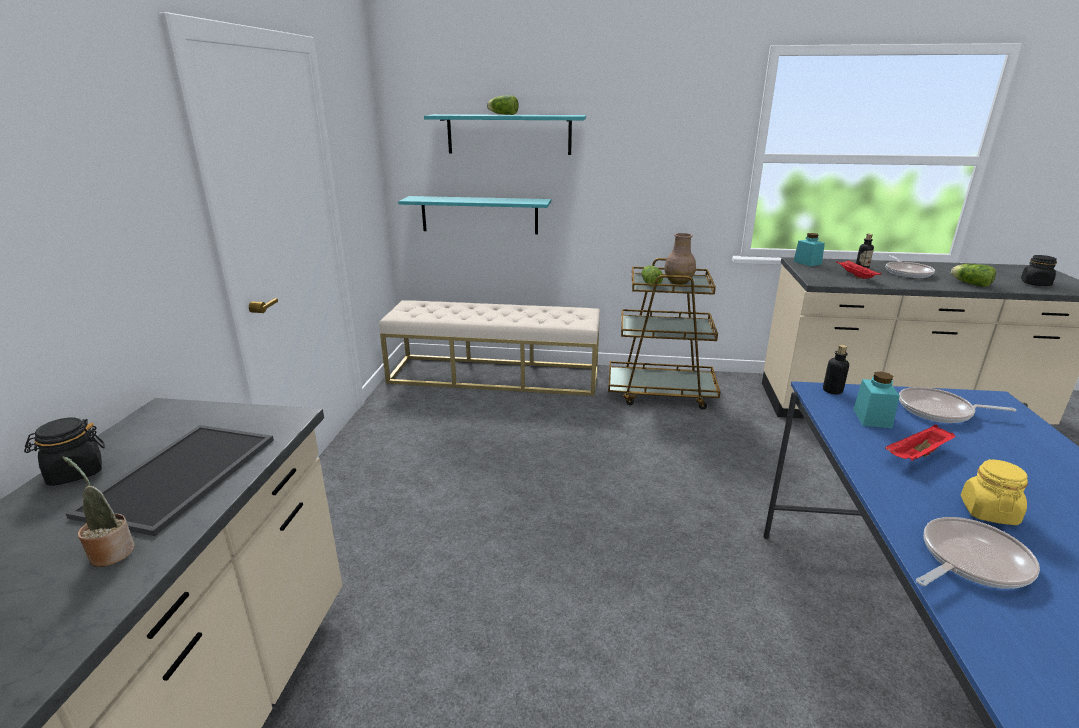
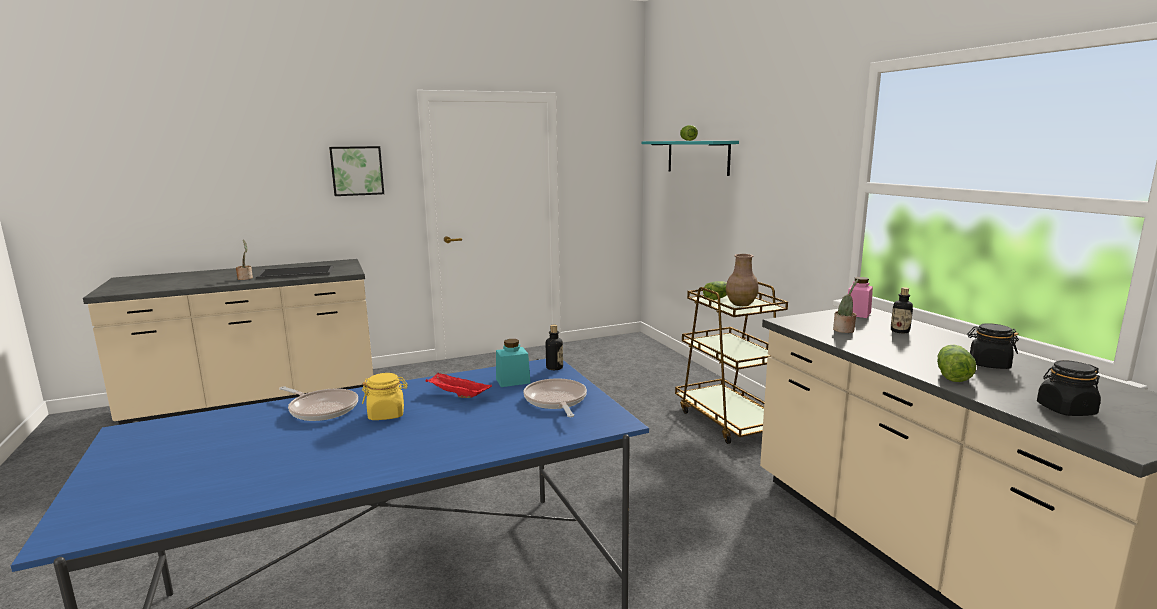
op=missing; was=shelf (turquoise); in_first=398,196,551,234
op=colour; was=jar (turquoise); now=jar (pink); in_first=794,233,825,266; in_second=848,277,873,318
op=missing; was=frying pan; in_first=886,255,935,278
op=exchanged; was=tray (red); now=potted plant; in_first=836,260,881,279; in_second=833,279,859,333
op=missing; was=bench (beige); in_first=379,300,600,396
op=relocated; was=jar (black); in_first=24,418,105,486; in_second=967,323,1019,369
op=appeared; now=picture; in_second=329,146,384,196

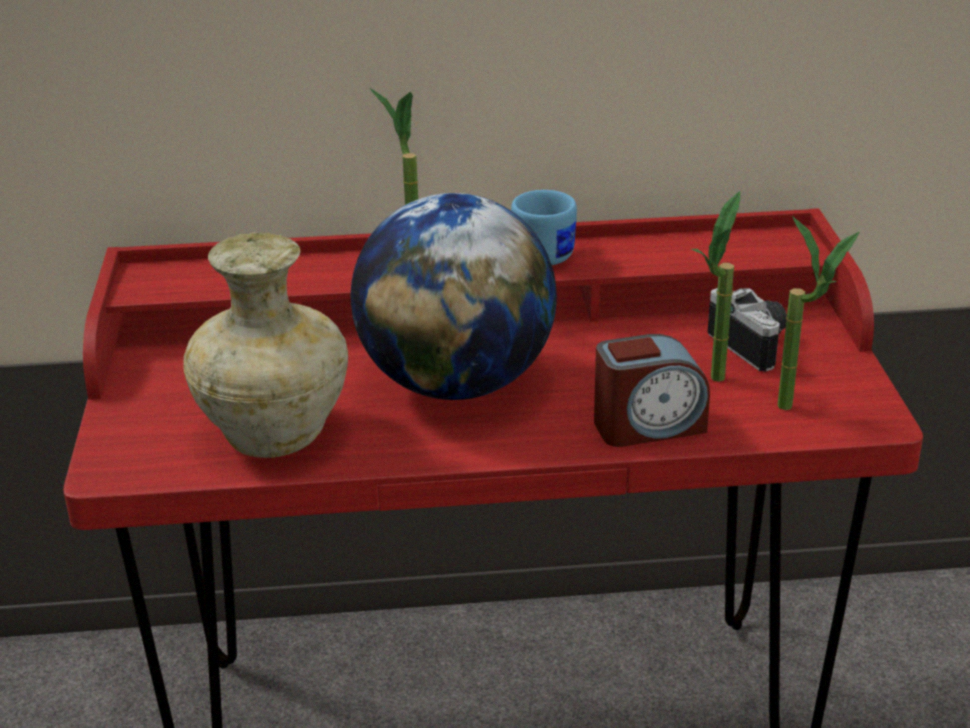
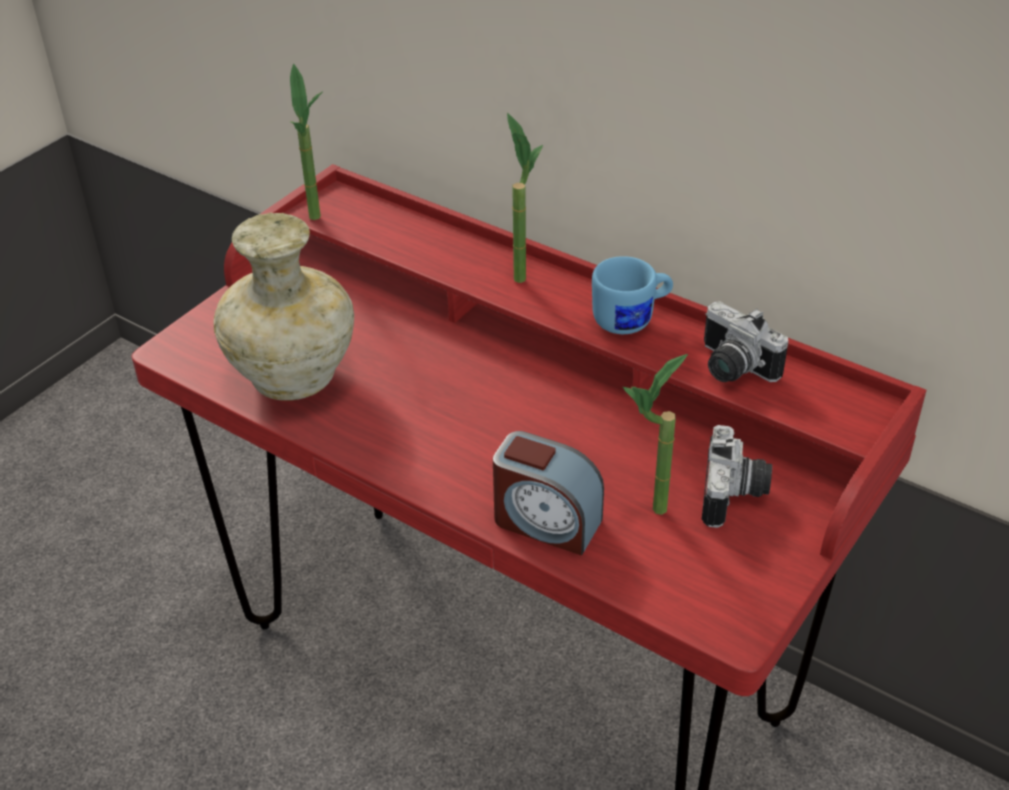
op=missing; was=globe; in_first=351,193,557,400
op=relocated; was=potted plant; in_first=777,216,859,410; in_second=290,64,323,220
op=appeared; now=photo camera; in_second=704,302,788,382

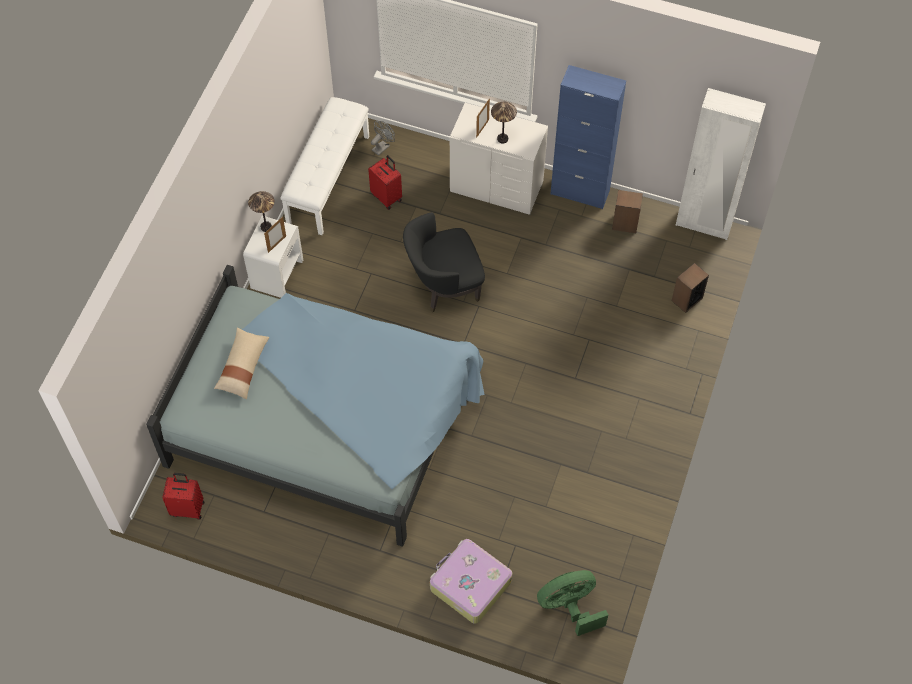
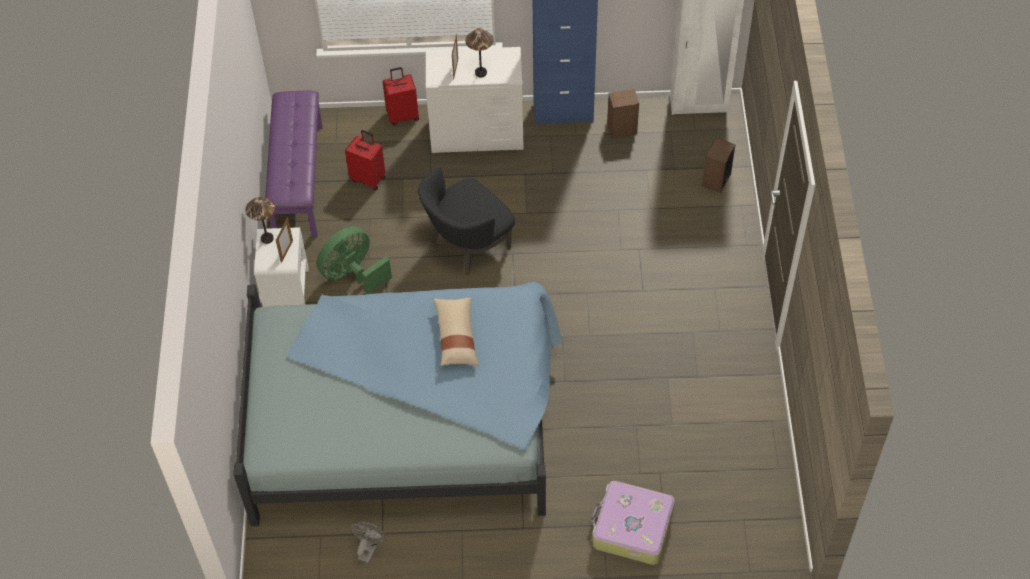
op=colour; was=bench (white); now=bench (purple); in_first=280,97,369,235; in_second=265,91,323,238
op=relocated; was=fan (grey); in_first=371,121,395,156; in_second=351,521,386,563
op=relocated; was=pillow (beige); in_first=214,328,269,399; in_second=434,298,479,366
op=relocated; was=suitcase (red); in_first=162,473,204,520; in_second=383,67,419,125
op=relocated; was=fan (green); in_first=537,570,608,636; in_second=317,226,392,294

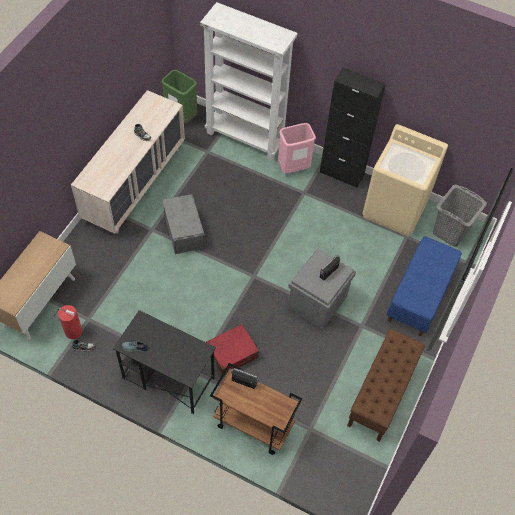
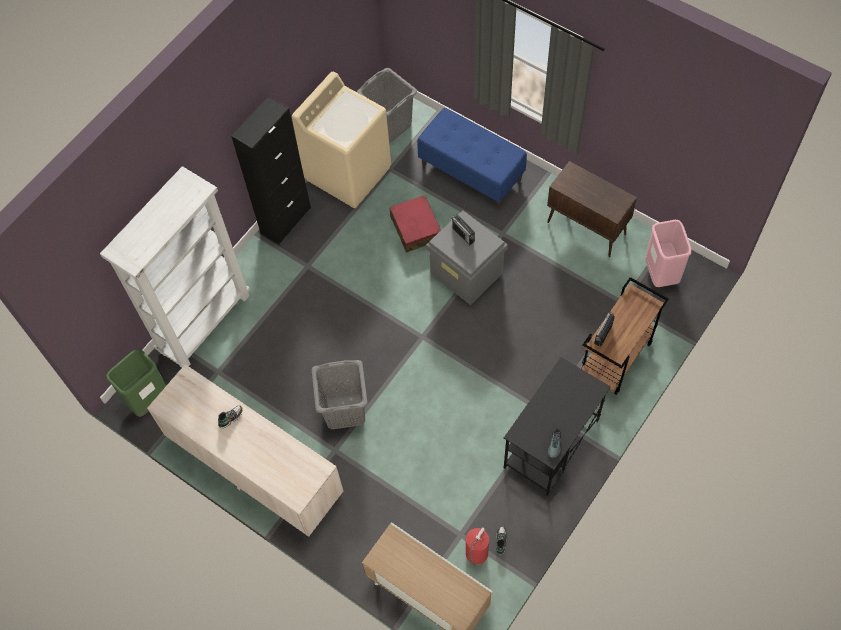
op=relocated; was=trash can (pink); in_first=278,123,316,173; in_second=645,220,692,287
op=exchanged; was=storage box (grey); now=laundry basket (grey); in_first=162,194,205,254; in_second=312,360,367,429
op=relocated; was=suitcase (red); in_first=206,324,259,375; in_second=389,195,441,253
op=exchanged; was=bench (brown); now=cabinet (brown); in_first=347,329,425,442; in_second=547,161,637,257

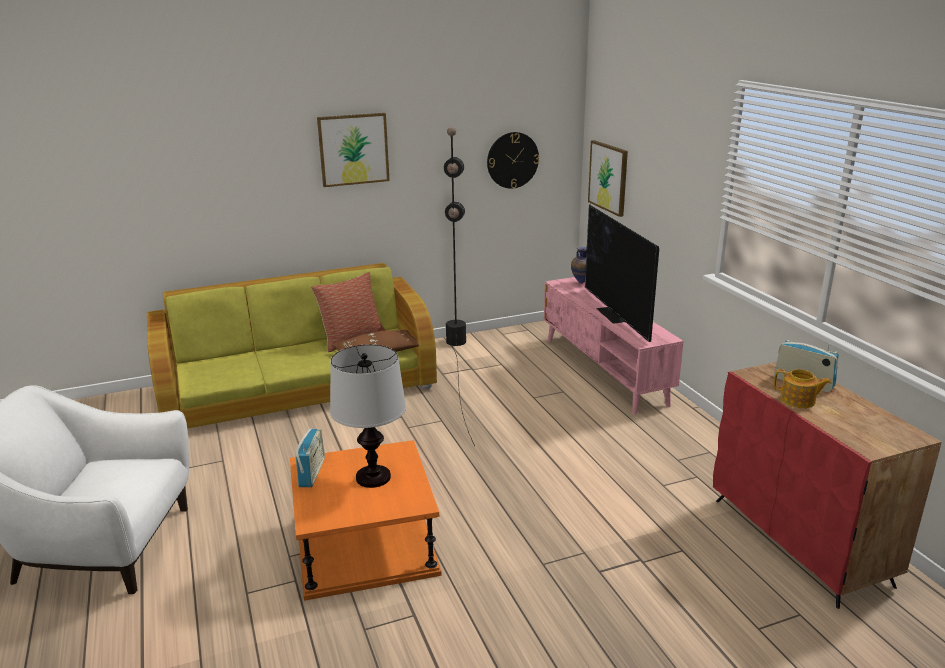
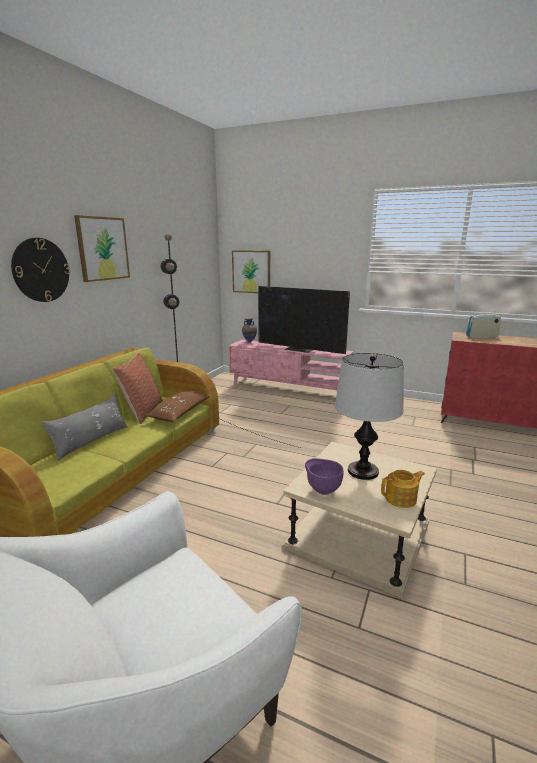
op=relocated; was=wall clock; in_first=487,132,539,189; in_second=11,238,70,302
op=relocated; was=teapot; in_first=774,369,831,408; in_second=381,470,425,508
op=exchanged; was=radio; now=bowl (purple); in_first=295,428,325,488; in_second=305,458,344,495
op=colour; was=side table (orange); now=side table (beige); in_first=290,440,442,601; in_second=283,442,437,598
op=appeared; now=pillow (grey); in_second=42,395,127,461

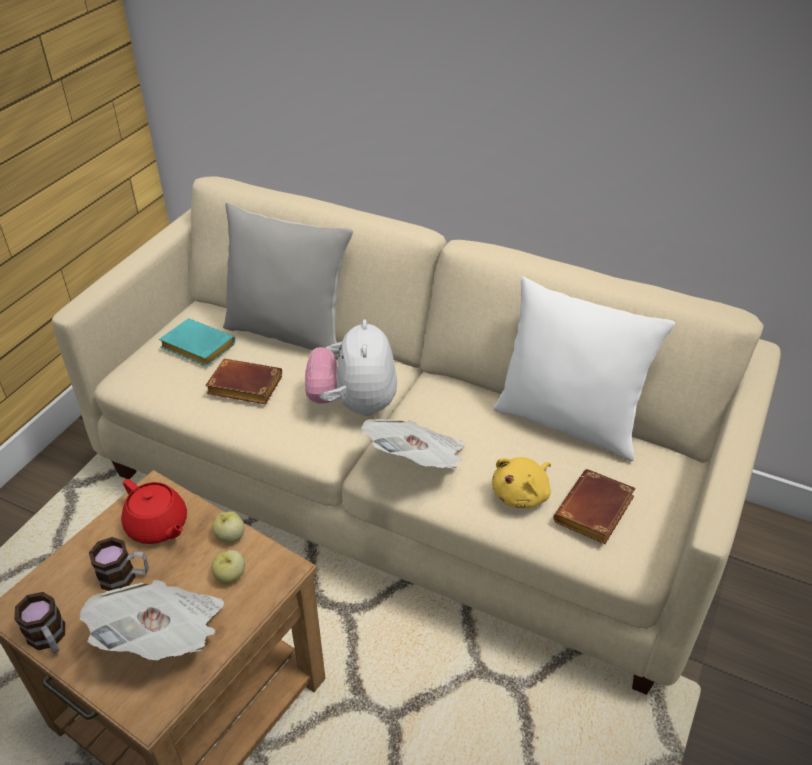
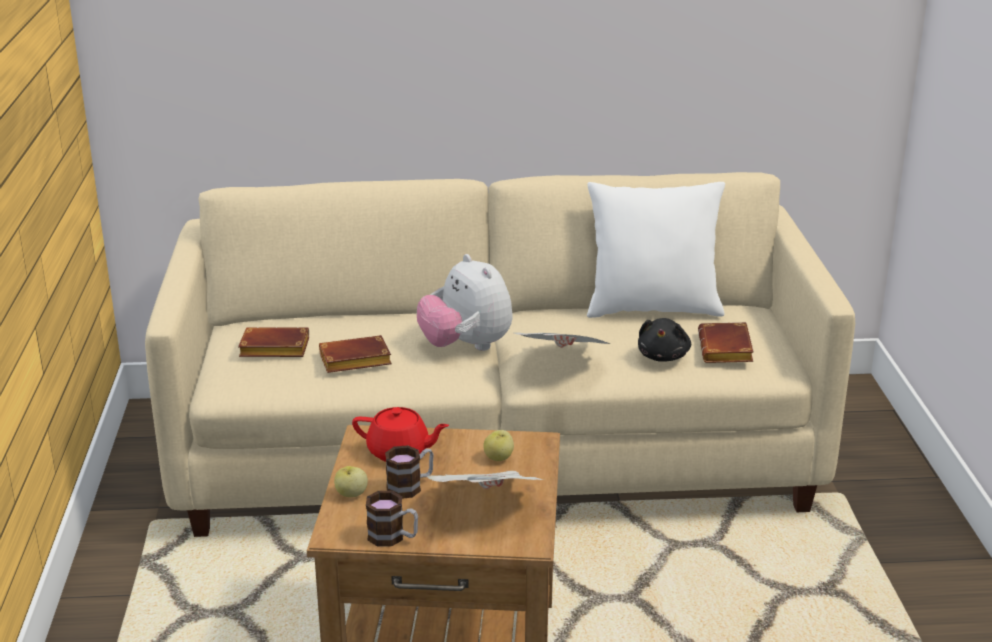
op=missing; was=pillow (grey); in_first=223,203,353,360
op=colour; was=book (turquoise); now=book (brown); in_first=159,318,235,367; in_second=238,327,309,357
op=colour; was=plush toy (yellow); now=plush toy (black); in_first=492,457,551,508; in_second=638,318,691,362
op=relocated; was=apple; in_first=212,511,245,543; in_second=334,466,368,497

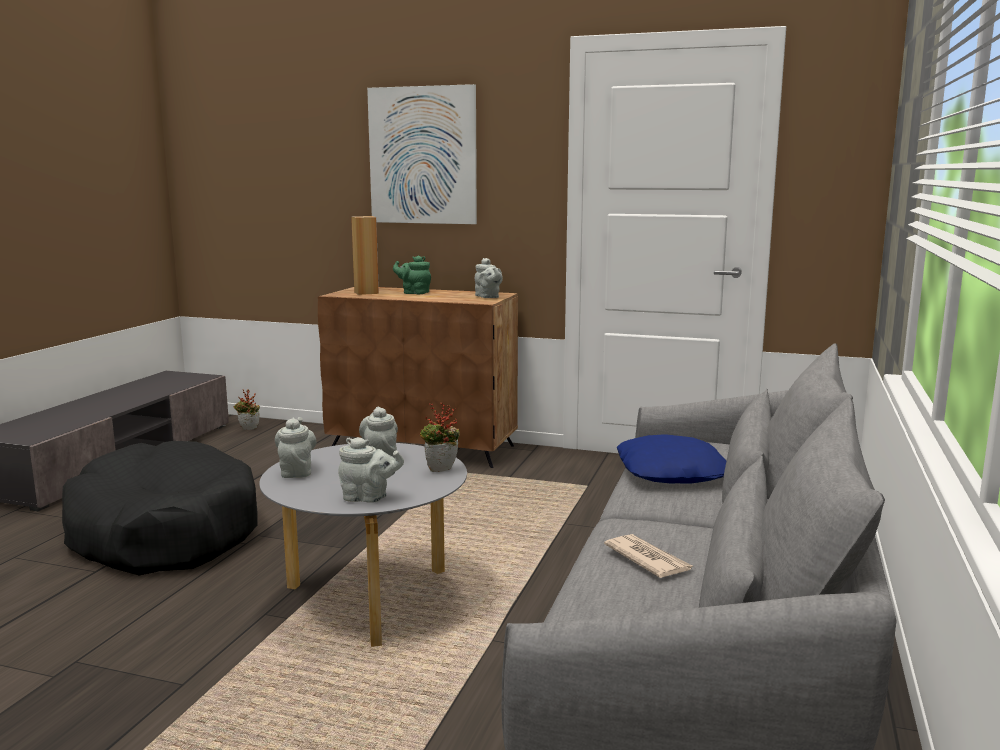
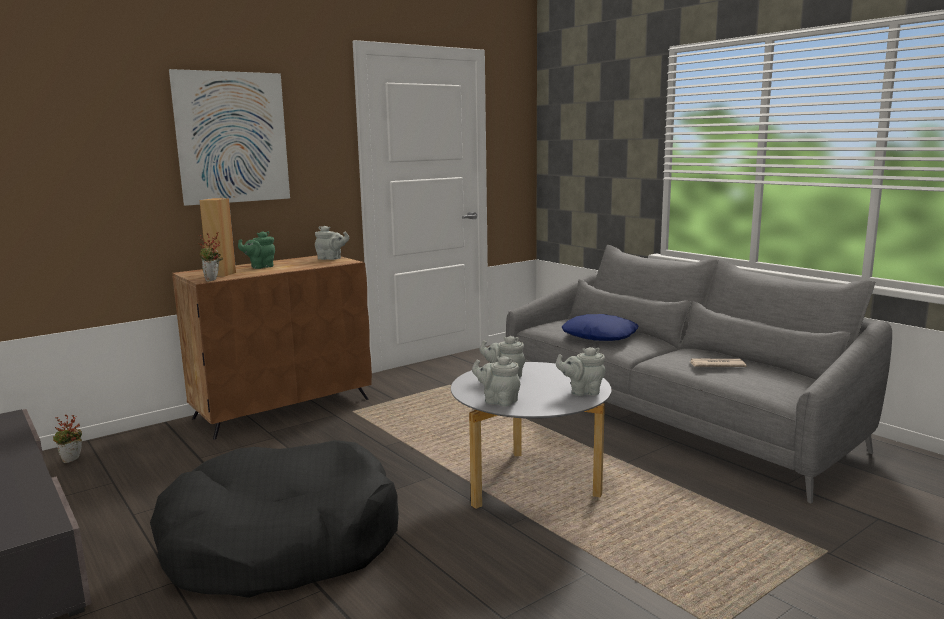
op=relocated; was=potted plant; in_first=420,402,460,472; in_second=198,232,223,281
op=spun; was=teapot (grey); in_first=338,437,404,503; in_second=556,347,606,396; clockwise=-135

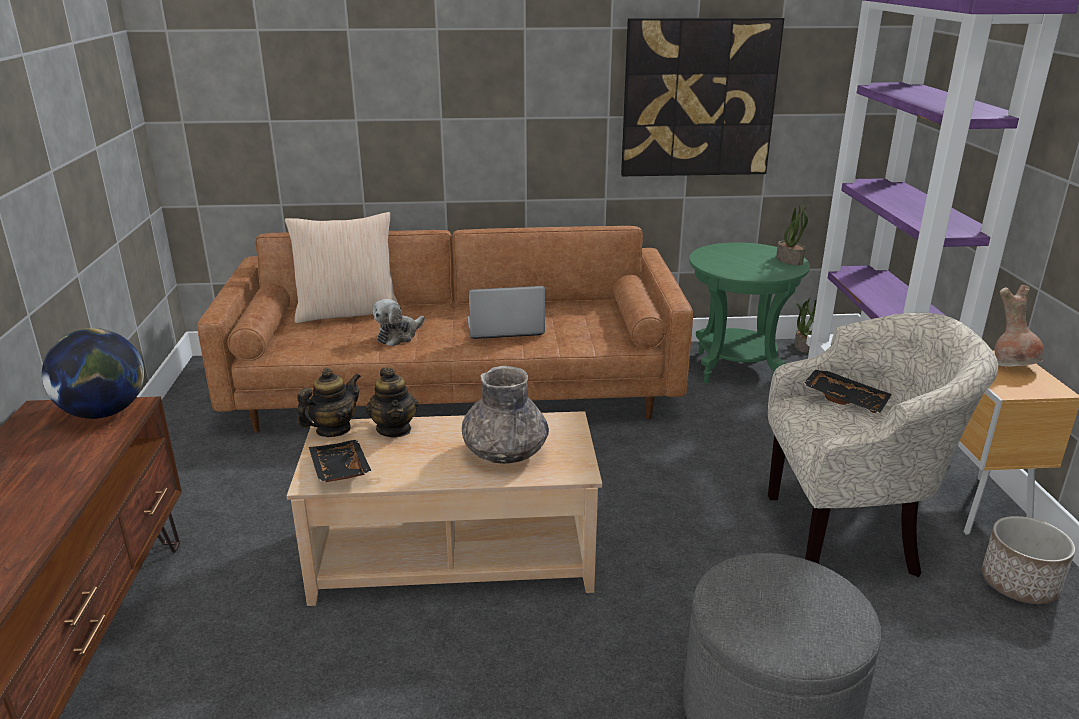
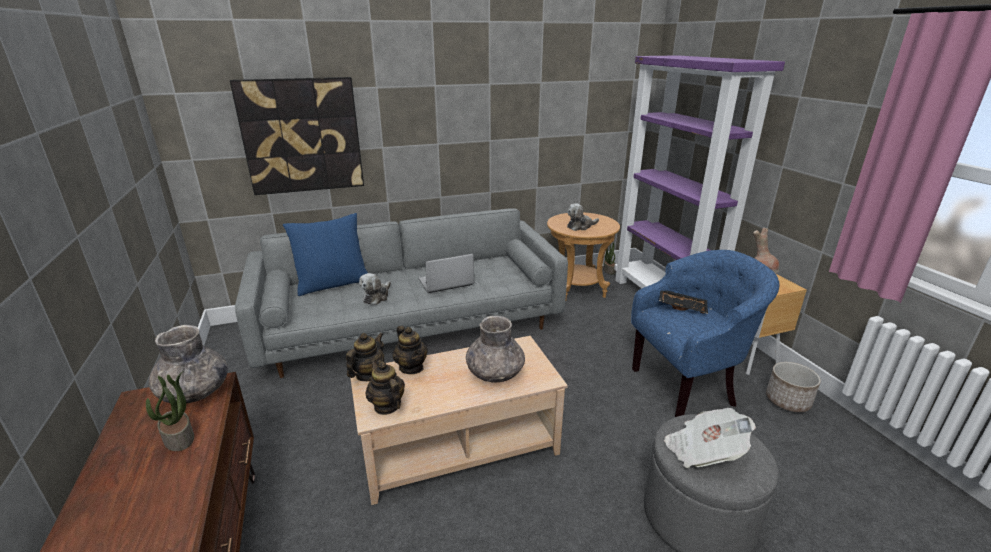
op=relocated; was=picture; in_first=621,17,784,176; in_second=230,77,364,195
op=relocated; was=potted plant; in_first=776,203,808,266; in_second=146,371,194,451
op=colour; was=pillow (beige); now=pillow (blue); in_first=285,212,398,323; in_second=283,213,368,296
op=colour; was=sofa (brown); now=sofa (grey); in_first=197,226,693,433; in_second=235,208,568,378
op=colour; was=side table (green); now=side table (brown); in_first=689,242,810,384; in_second=547,212,620,300
op=colour; was=armchair (beige); now=armchair (blue); in_first=768,313,998,577; in_second=631,250,780,417
op=exchanged; was=globe; now=vase (grey); in_first=42,328,144,419; in_second=149,325,228,404
op=exchanged; was=tray (black); now=teapot; in_first=309,440,372,482; in_second=366,360,405,415
op=appeared; now=plush toy; in_second=567,203,599,231
op=appeared; now=newspaper; in_second=664,408,756,468

